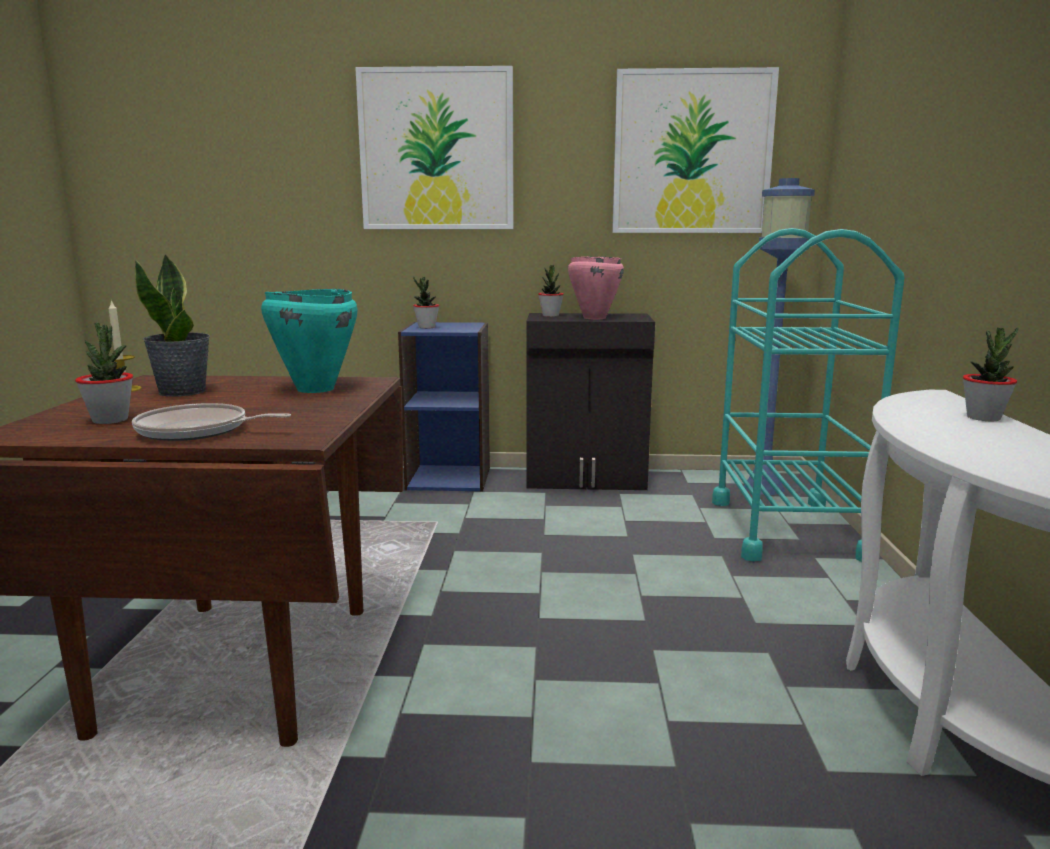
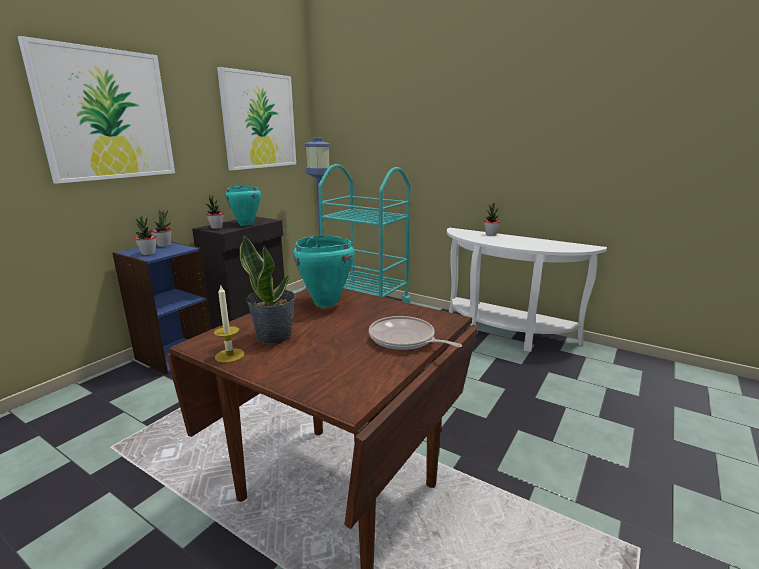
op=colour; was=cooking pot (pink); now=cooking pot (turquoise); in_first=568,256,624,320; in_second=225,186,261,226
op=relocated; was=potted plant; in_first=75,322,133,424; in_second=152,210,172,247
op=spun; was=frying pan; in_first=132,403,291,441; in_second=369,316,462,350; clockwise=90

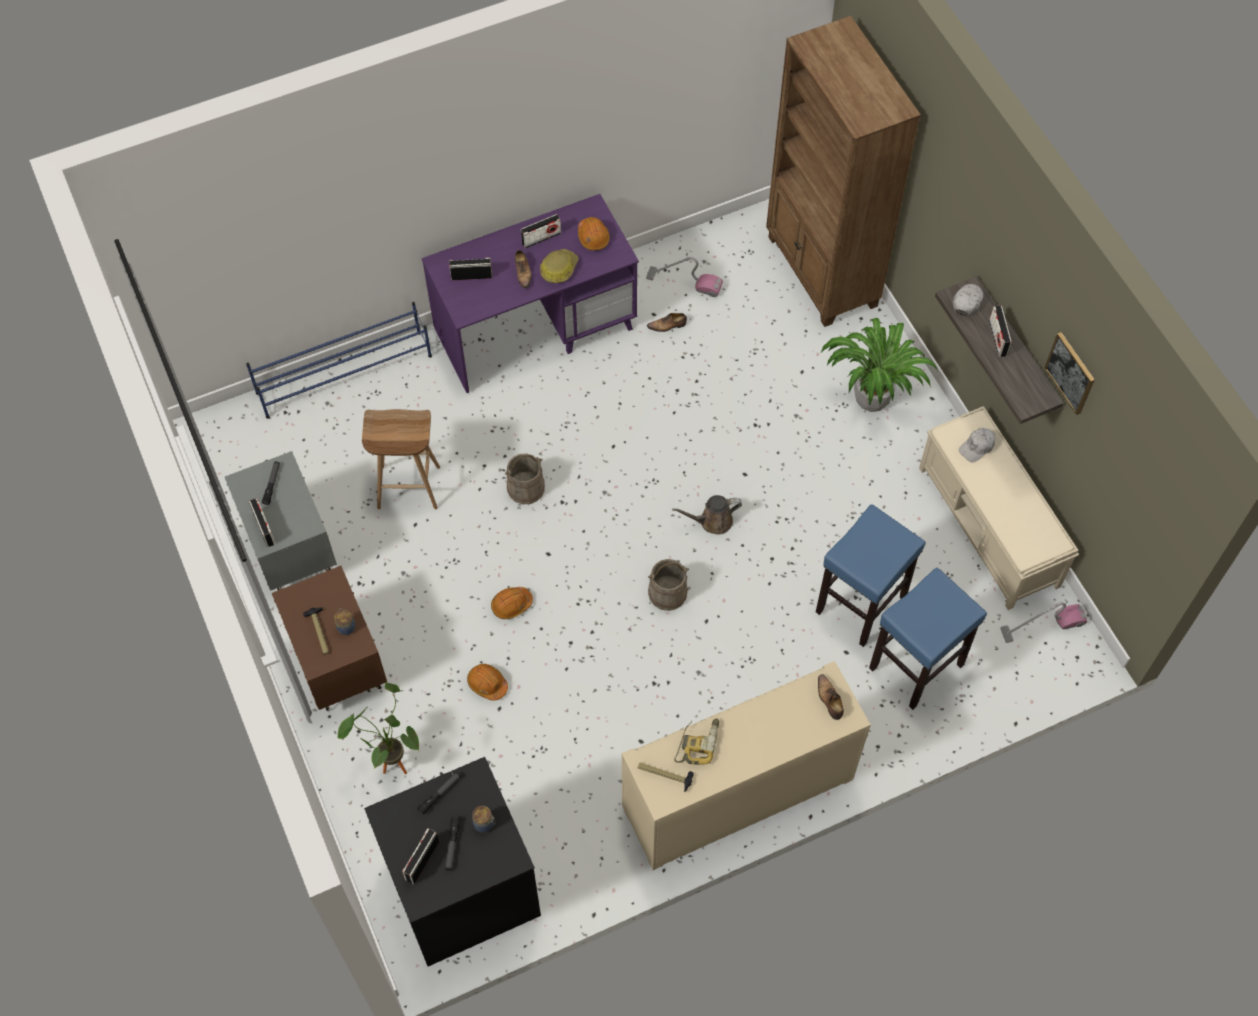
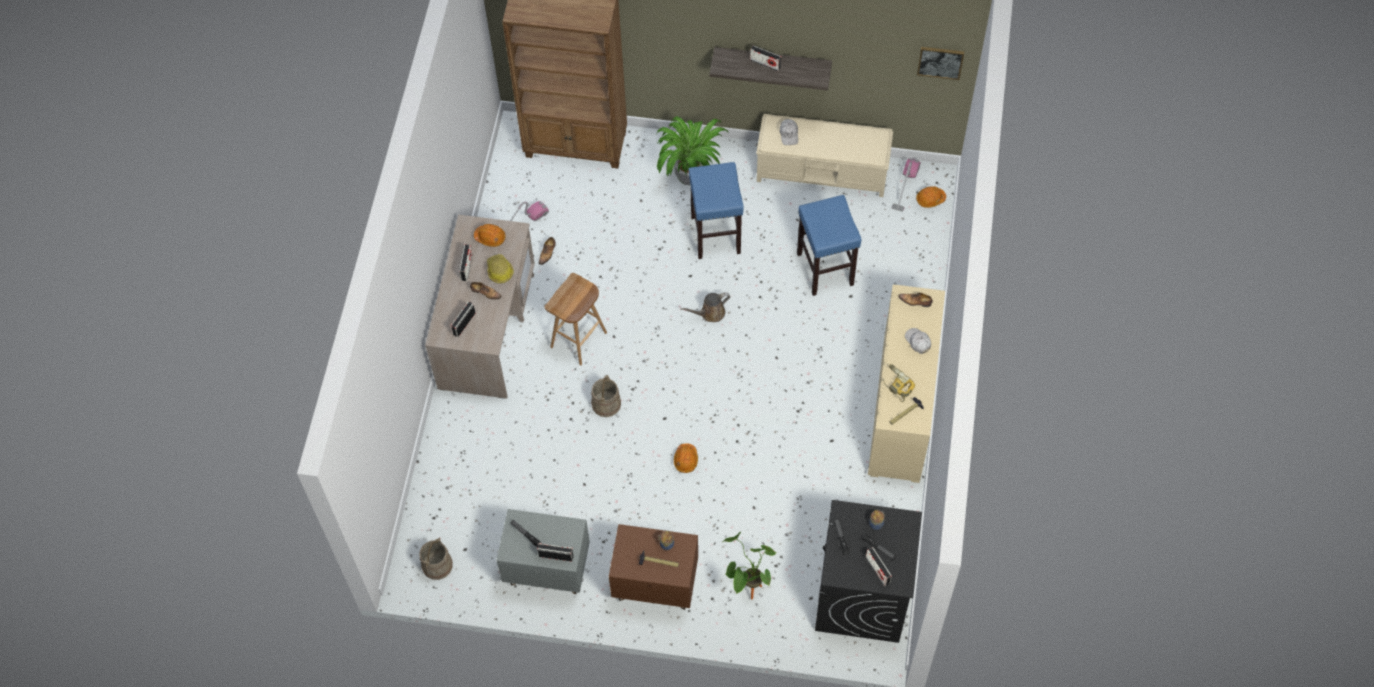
op=colour; was=desk (purple); now=desk (beige); in_first=422,194,639,393; in_second=425,215,535,399
op=relocated; was=cap (white); in_first=953,284,983,316; in_second=905,328,931,354
op=missing; was=shoe rack (blue); in_first=246,302,432,419
op=relocated; was=picture; in_first=1044,332,1095,415; in_second=917,47,964,80
op=relocated; was=stool (brown); in_first=362,409,440,509; in_second=544,273,607,366
op=spun; was=watering can (brown); in_first=672,495,742,534; in_second=681,292,730,322; clockwise=45
op=relocated; was=bucket (beige); in_first=648,559,689,611; in_second=420,538,453,580
op=relocated; was=stool (blue); in_first=869,568,987,710; in_second=688,162,744,259
op=relocated; was=hard hat (orange); in_first=467,664,508,701; in_second=916,186,946,208

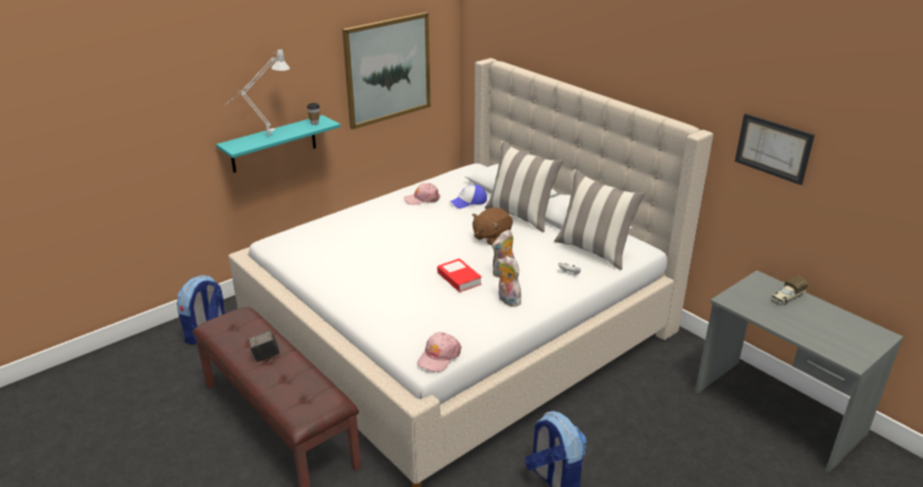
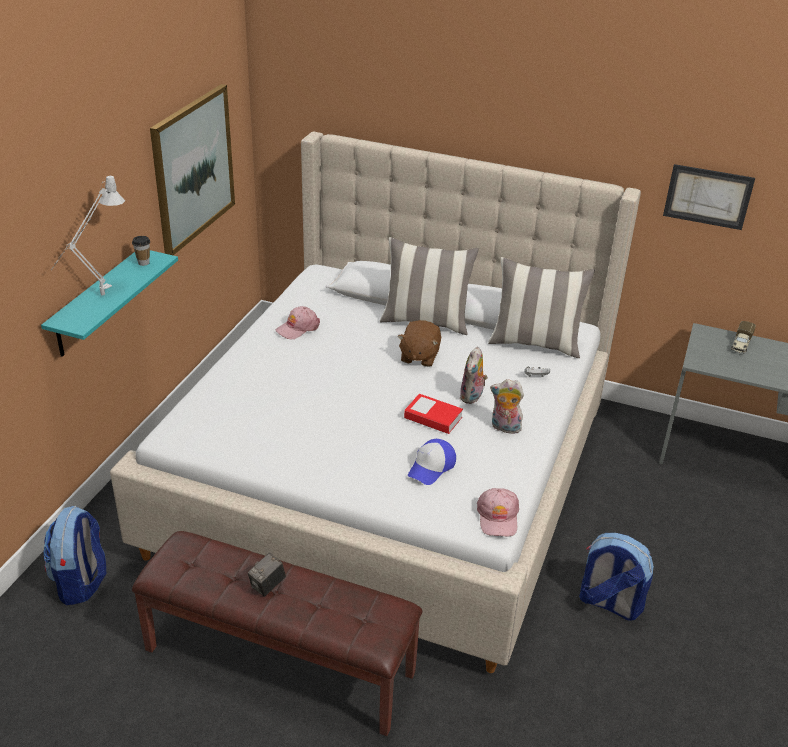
op=relocated; was=cap; in_first=450,185,487,208; in_second=408,439,456,485

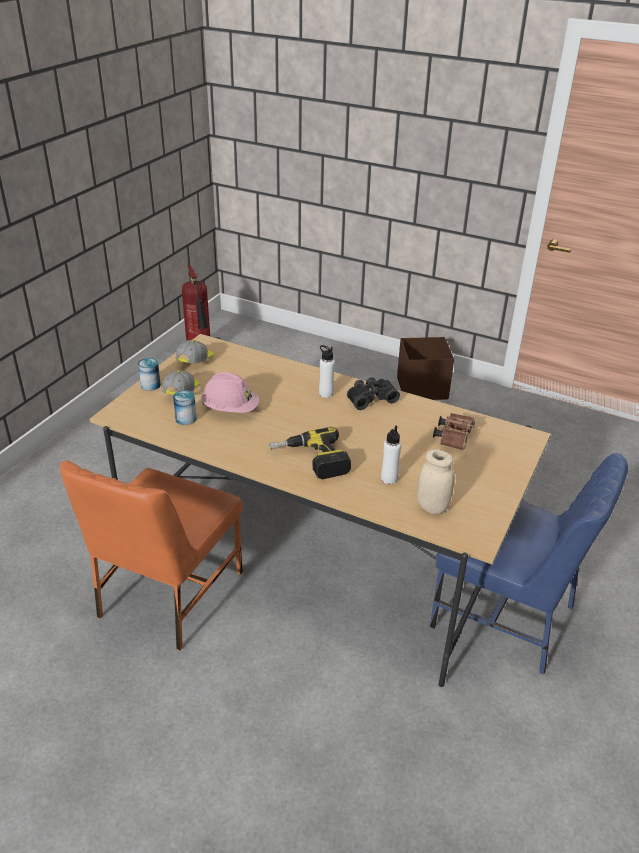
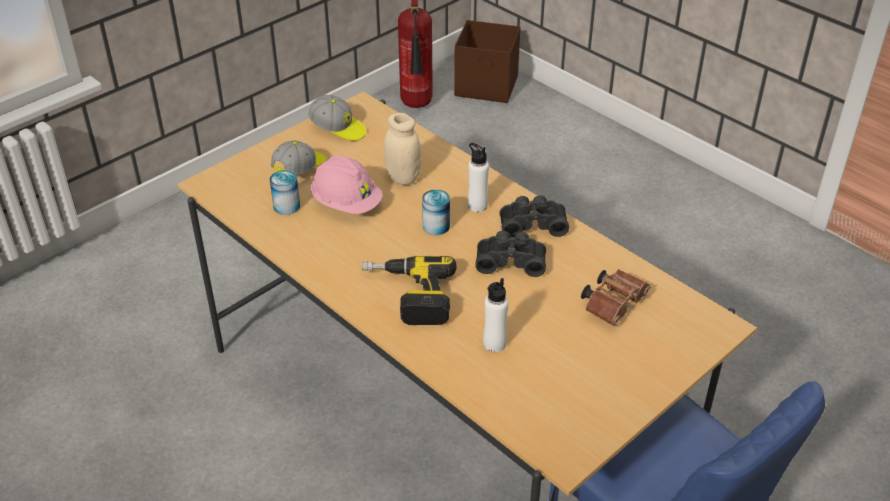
op=relocated; was=storage box (brown); in_first=397,337,454,400; in_second=454,20,521,103
op=spun; was=cap; in_first=176,340,214,364; in_second=309,95,366,141; clockwise=75
op=relocated; was=can; in_first=138,358,161,391; in_second=422,190,450,235
op=relocated; was=jar (beige); in_first=417,449,455,514; in_second=384,113,421,185
op=missing; was=chair (orange); in_first=60,461,243,651
op=appeared; now=binoculars (black); in_second=475,231,546,277

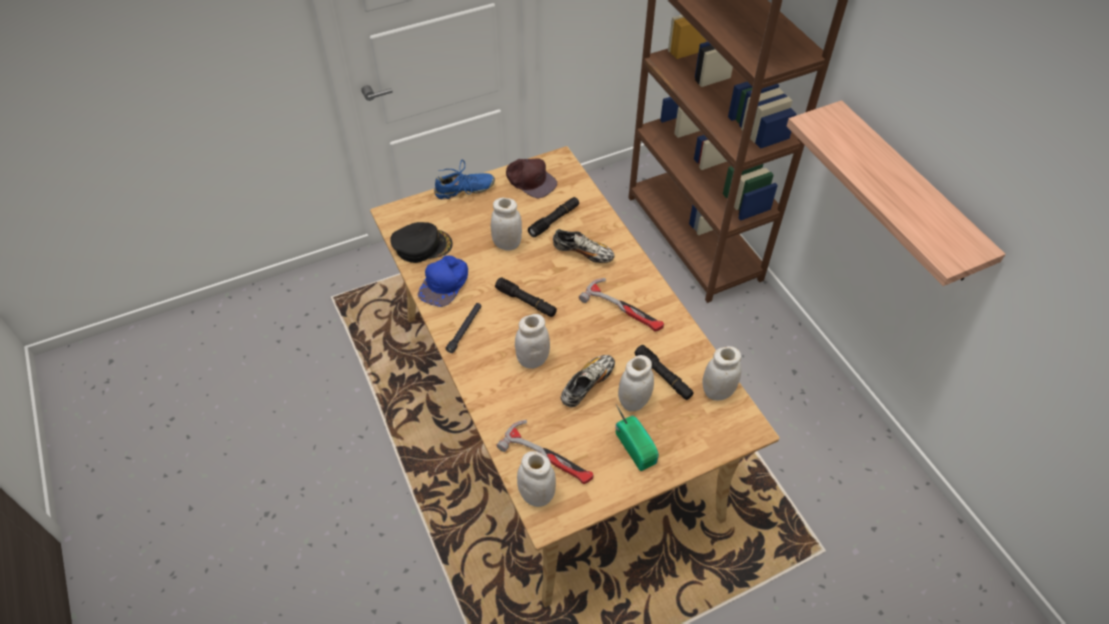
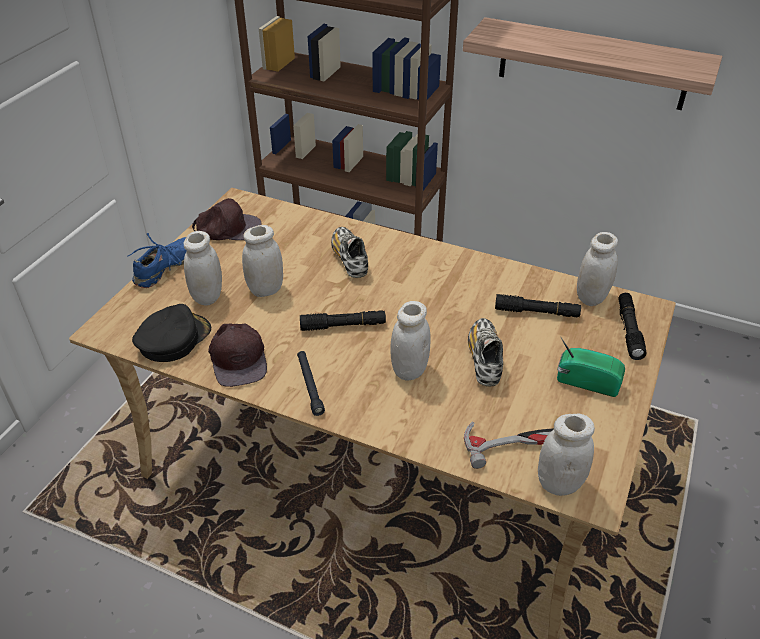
op=relocated; was=flashlight (black); in_first=528,197,579,237; in_second=618,293,647,360
op=spun; was=shoe; in_first=553,229,615,263; in_second=331,227,368,278; clockwise=-90
op=colour; was=cap (blue); now=cap (brown); in_first=418,255,468,307; in_second=208,323,267,387
op=missing; was=hammer; in_first=579,278,664,332
op=relocated; was=jar (white); in_first=618,355,654,412; in_second=184,231,222,306

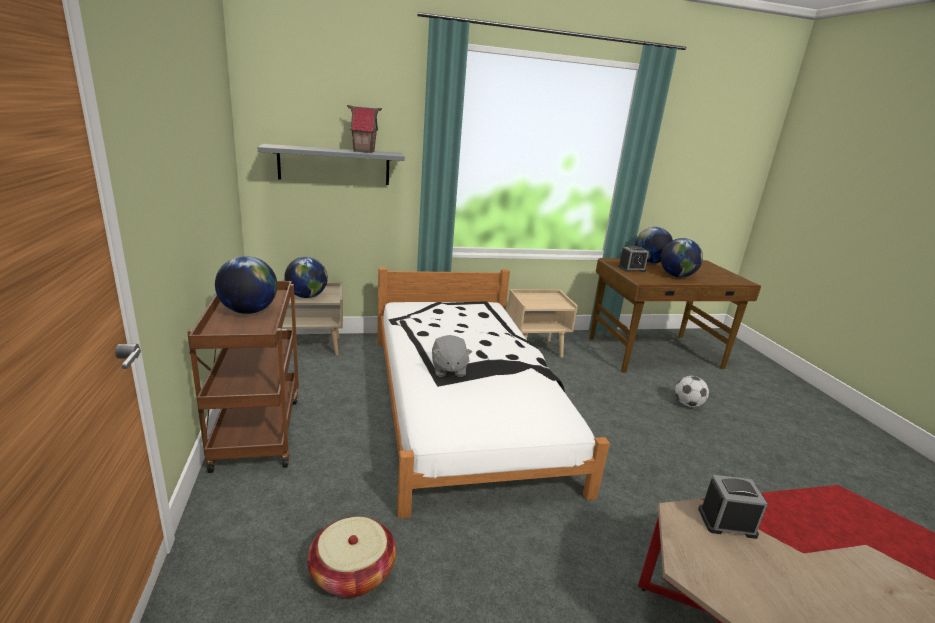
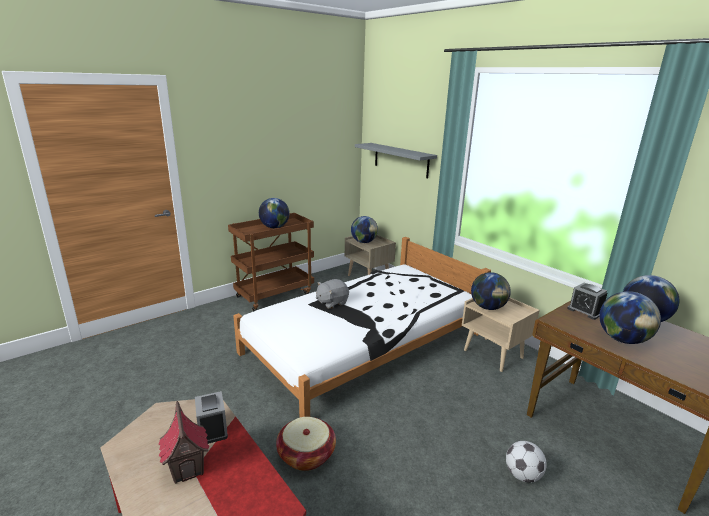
op=relocated; was=toy house; in_first=347,105,382,153; in_second=159,401,210,484
op=relocated; was=basket; in_first=307,517,396,598; in_second=276,417,336,471
op=appeared; now=globe; in_second=471,272,511,310

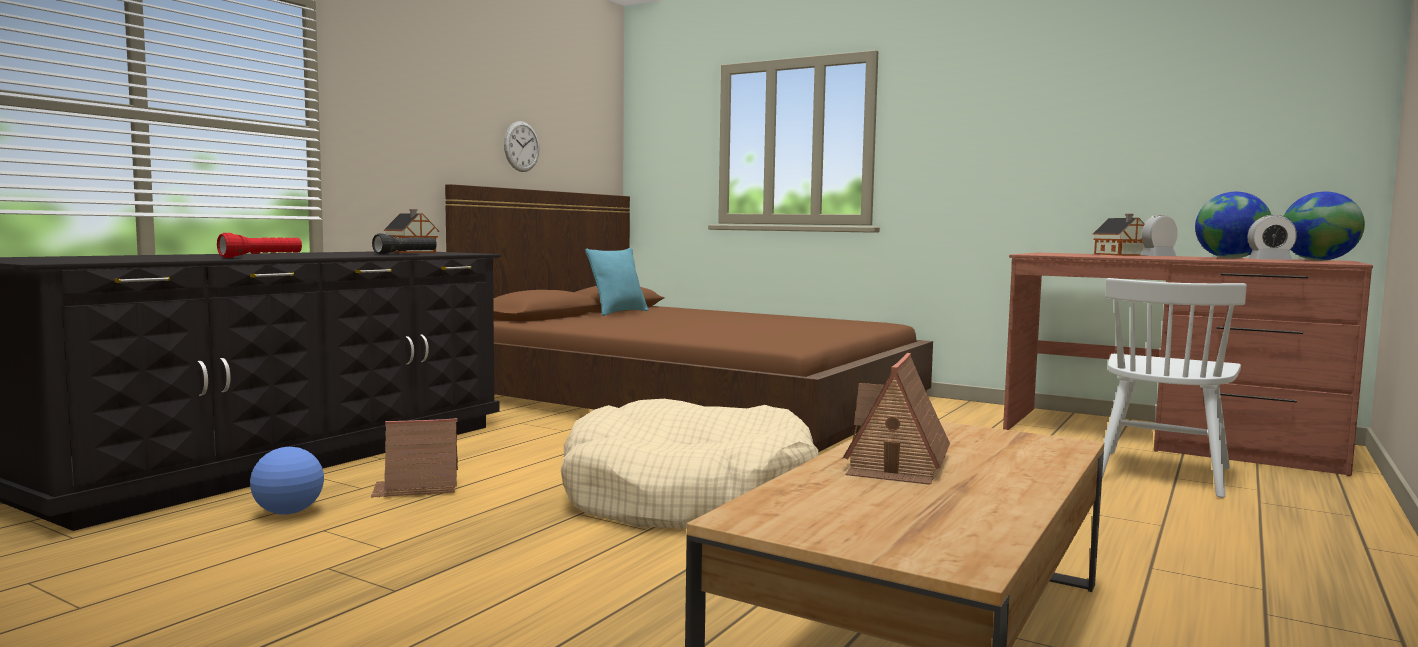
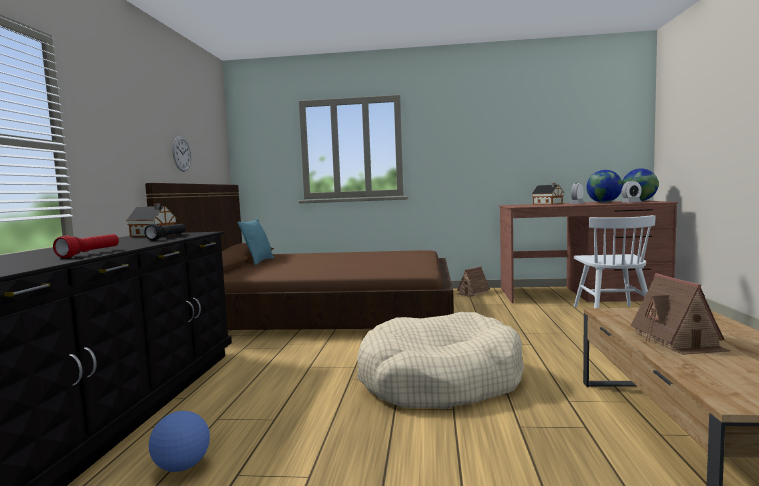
op=relocated; was=toy house; in_first=371,418,458,498; in_second=457,266,490,297

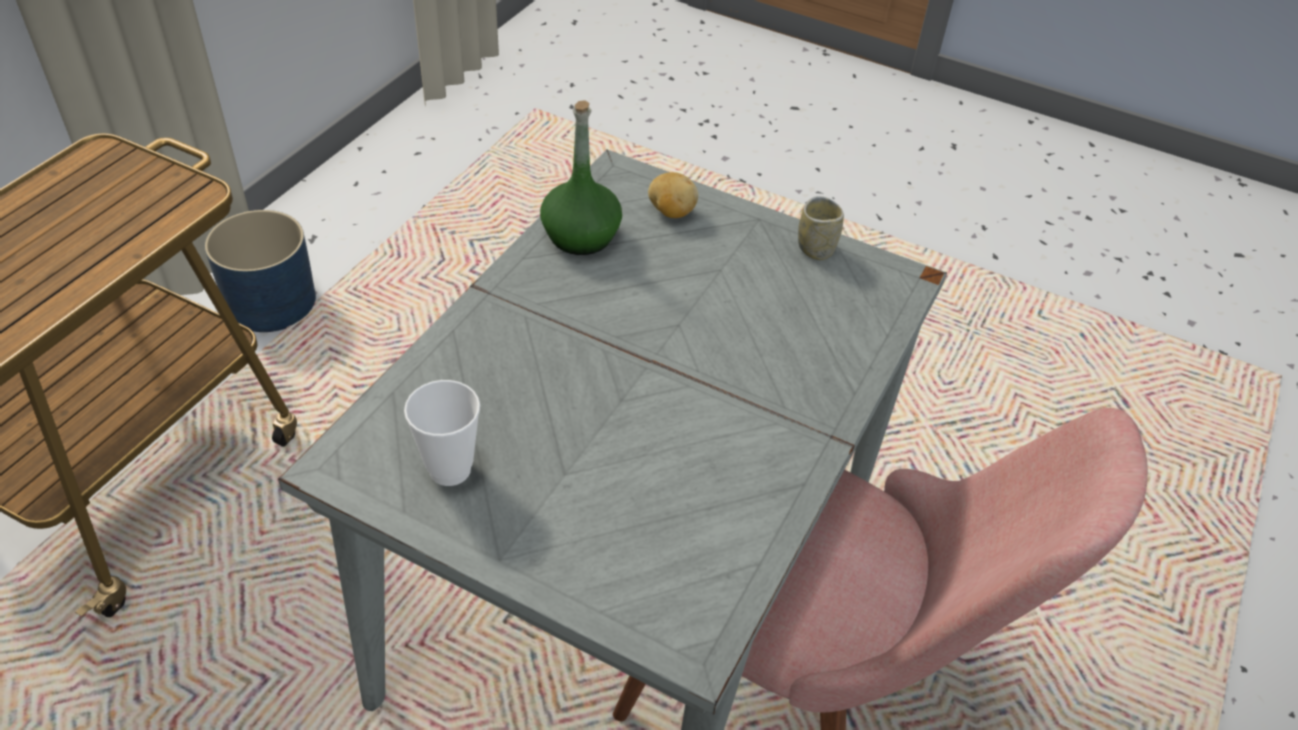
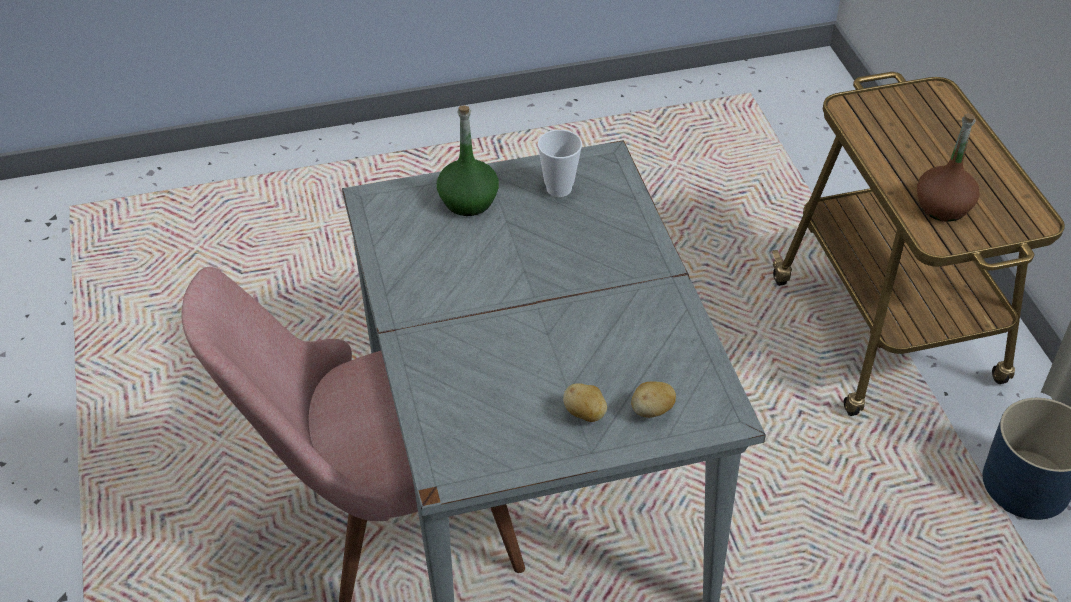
op=relocated; was=bottle (green); in_first=540,100,622,255; in_second=437,105,499,216
op=missing; was=cup; in_first=798,196,844,260
op=appeared; now=bottle (brown); in_second=917,113,980,222
op=appeared; now=potato; in_second=563,383,607,422

